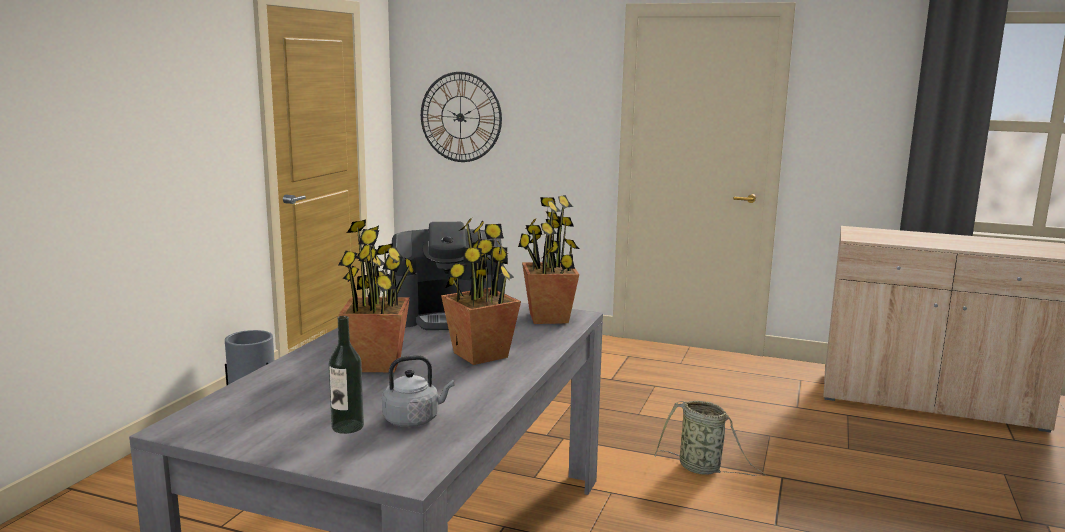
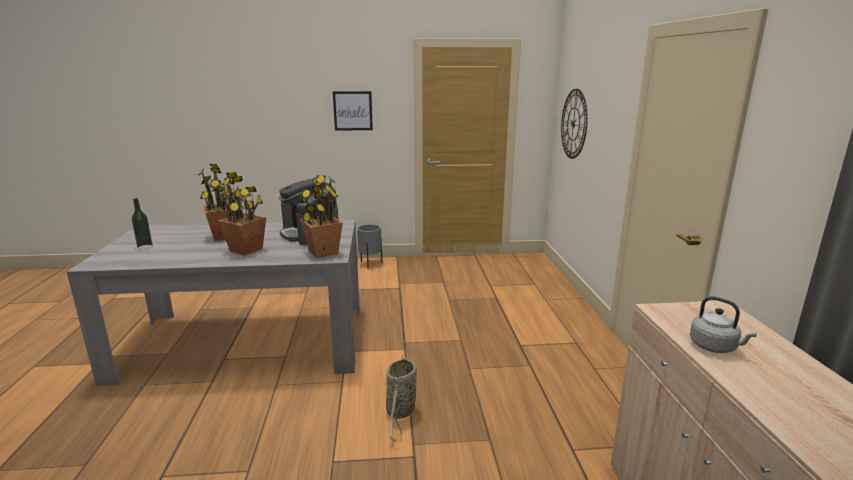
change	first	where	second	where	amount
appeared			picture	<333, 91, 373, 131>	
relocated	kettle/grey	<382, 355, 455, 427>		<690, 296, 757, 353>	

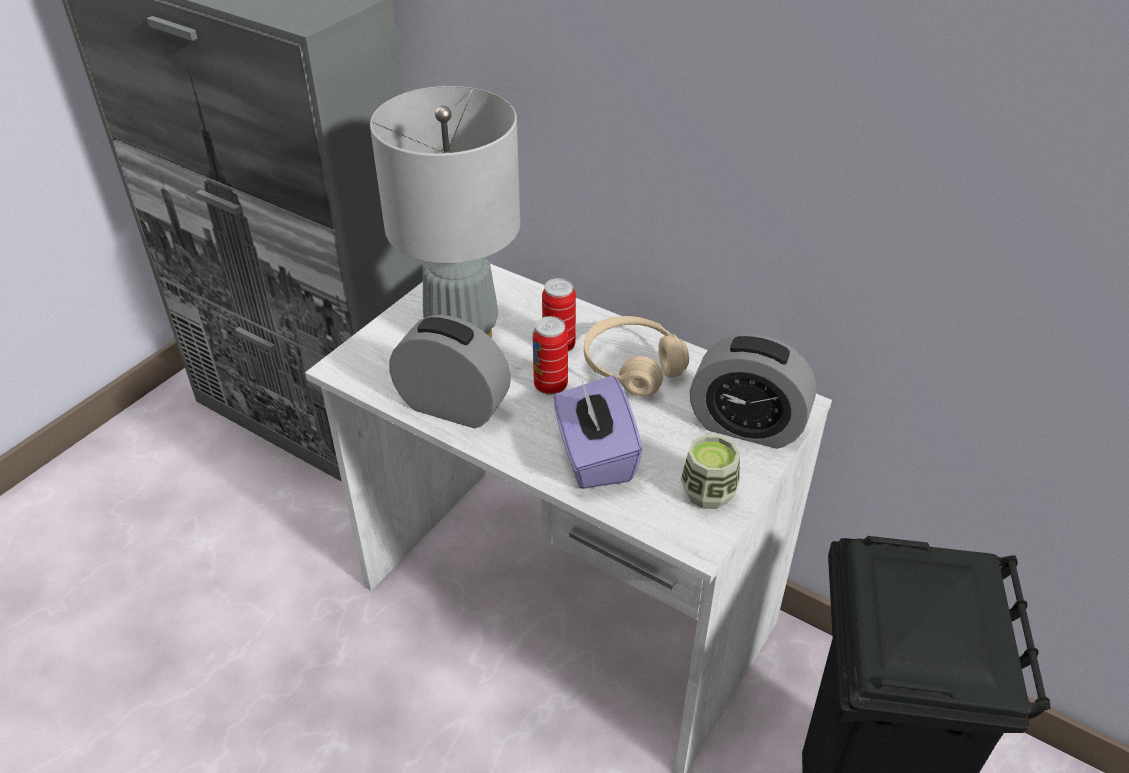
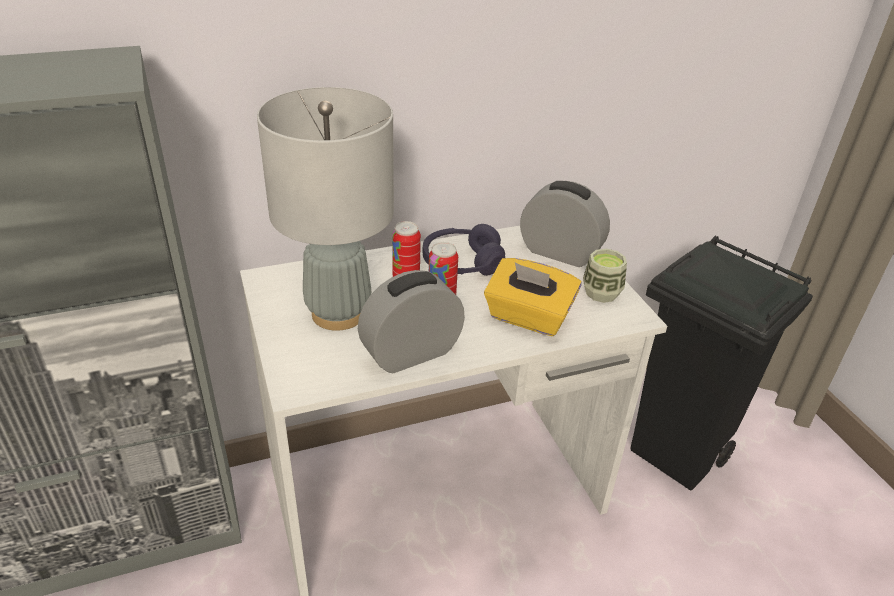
change	first	where	second	where	amount
colour	headphones/beige	<584, 316, 689, 396>	headphones/purple	<423, 224, 505, 276>	
colour	tissue box/purple	<553, 376, 643, 489>	tissue box/yellow	<484, 258, 582, 336>	
spun	alarm clock	<690, 333, 816, 449>		<520, 181, 610, 267>	120 degrees counterclockwise

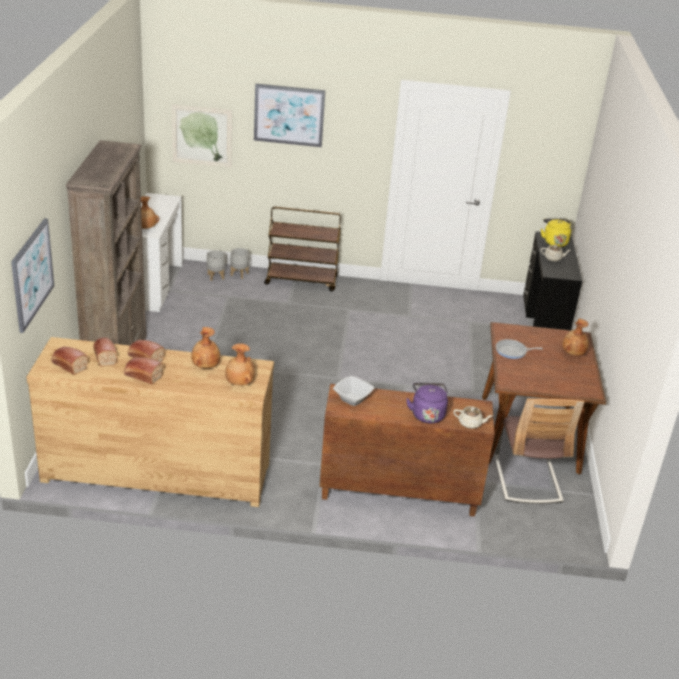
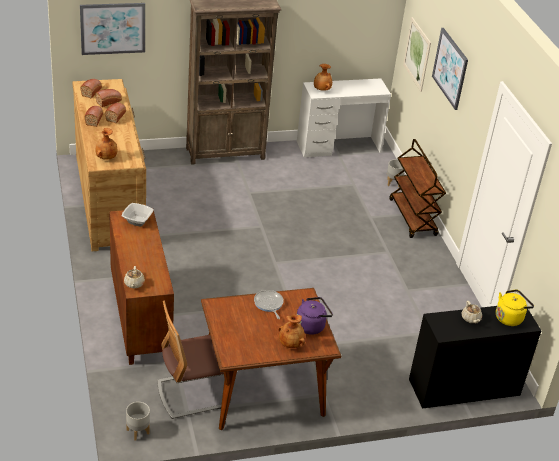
change	first	where	second	where	amount
relocated	planter/grey	<207, 250, 225, 281>		<126, 402, 150, 441>	
relocated	kettle/purple	<406, 383, 448, 424>		<297, 297, 333, 335>	
missing	vase/brown	<191, 327, 220, 368>			

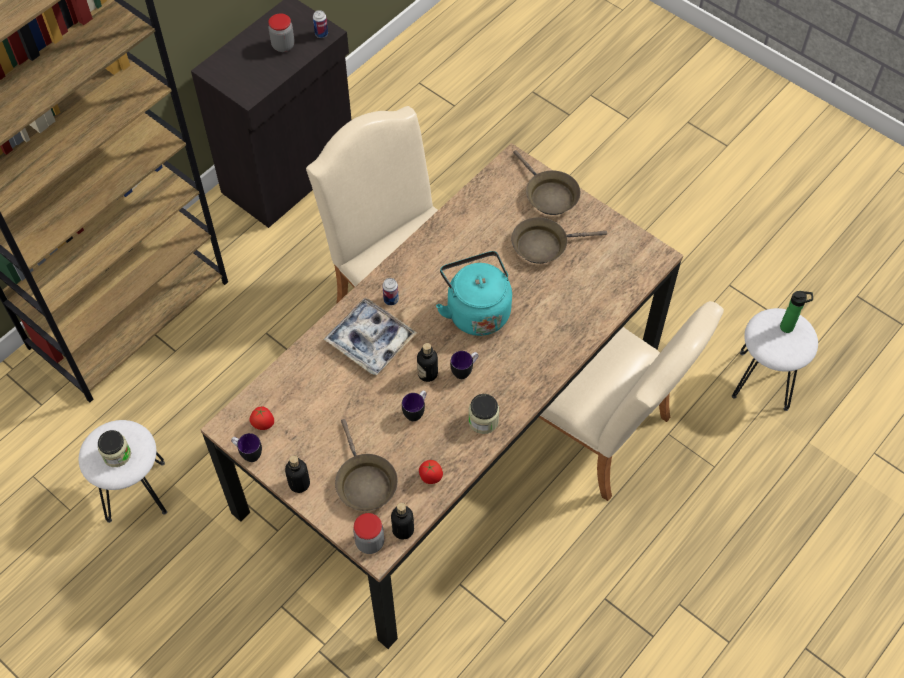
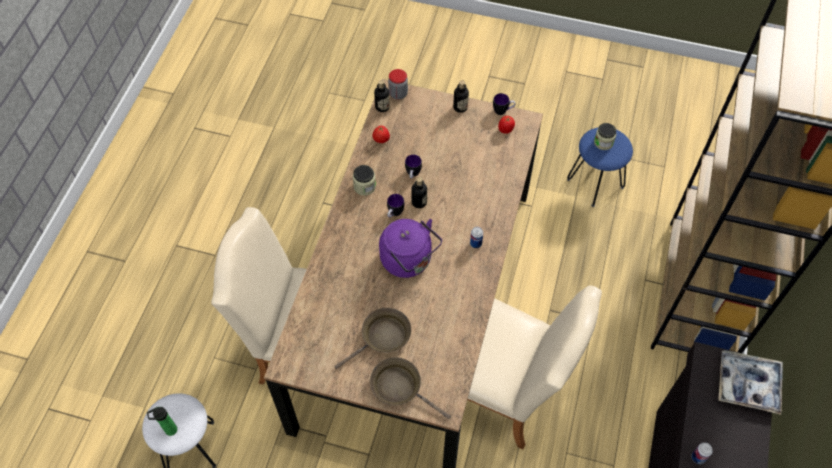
change	first	where	second	where	amount
colour	kettle/turquoise	<436, 251, 512, 336>	kettle/purple	<379, 219, 442, 278>	
colour	stool/white	<79, 420, 167, 523>	stool/blue	<567, 127, 633, 207>	
relocated	tray	<324, 297, 417, 375>		<718, 350, 783, 415>	
missing	jar	<268, 13, 294, 52>			
missing	frying pan/brown	<335, 419, 398, 511>			

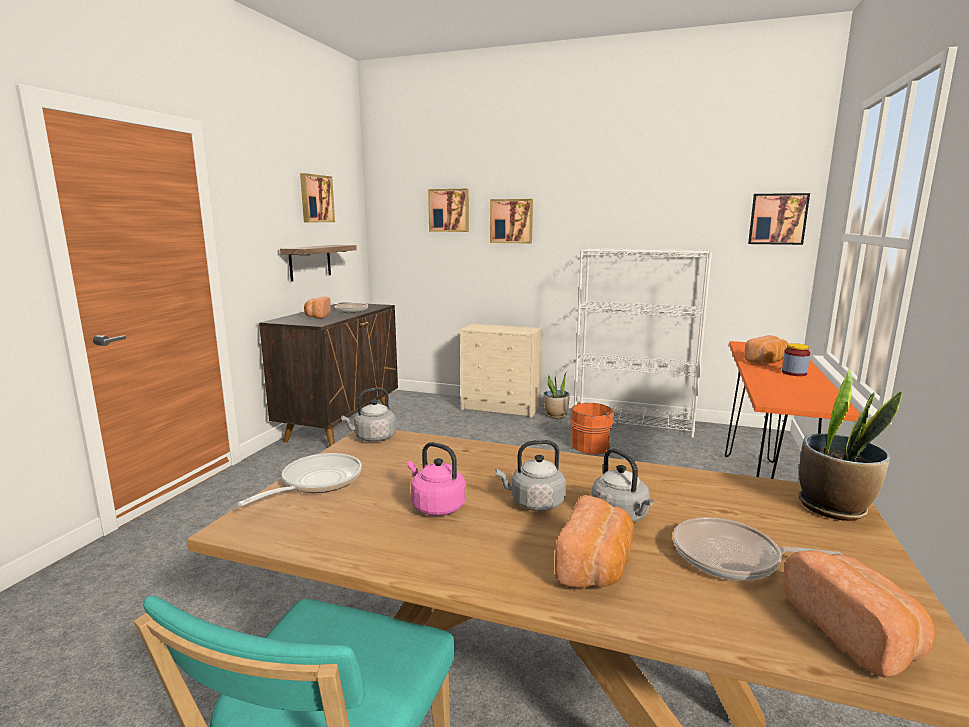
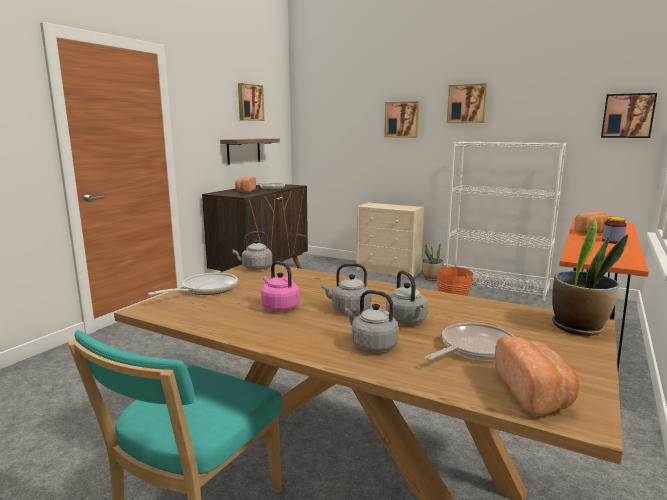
change	first	where	second	where	amount
exchanged	bread	<555, 495, 634, 588>	kettle/grey	<345, 290, 399, 352>	
spun	frying pan	<673, 517, 843, 581>		<425, 323, 515, 361>	120 degrees clockwise
relocated	picture	<428, 189, 469, 232>		<447, 83, 488, 123>	

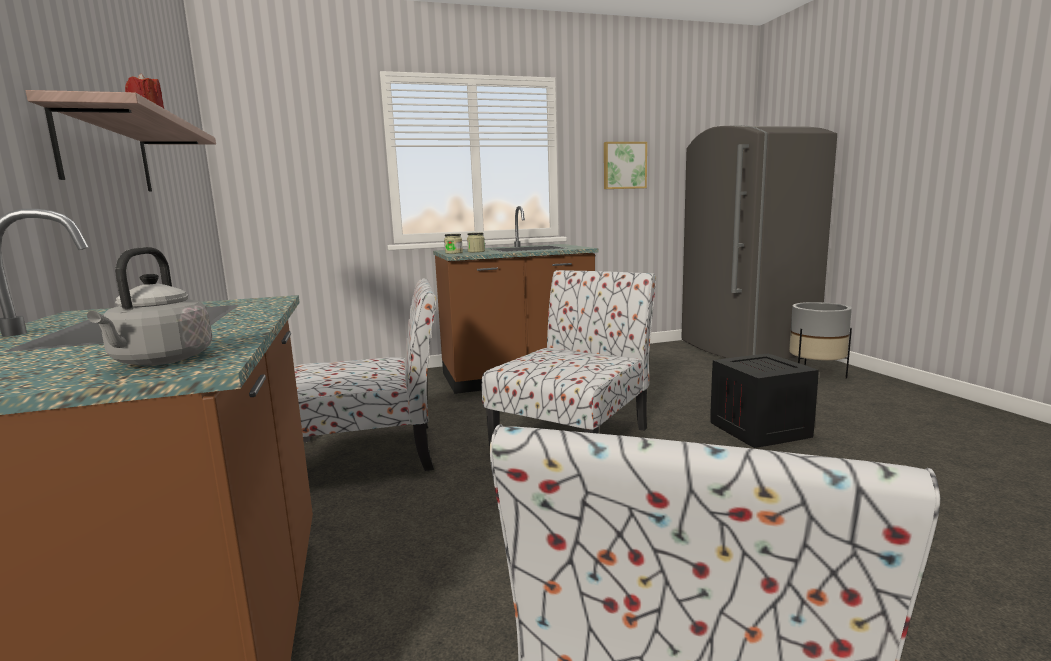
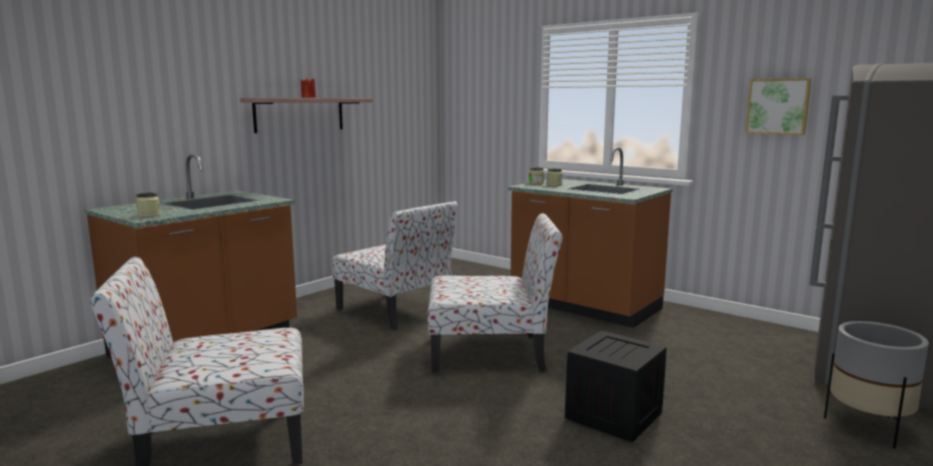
change	first	where	second	where	amount
exchanged	kettle/grey	<87, 247, 213, 365>	jar	<136, 192, 161, 217>	

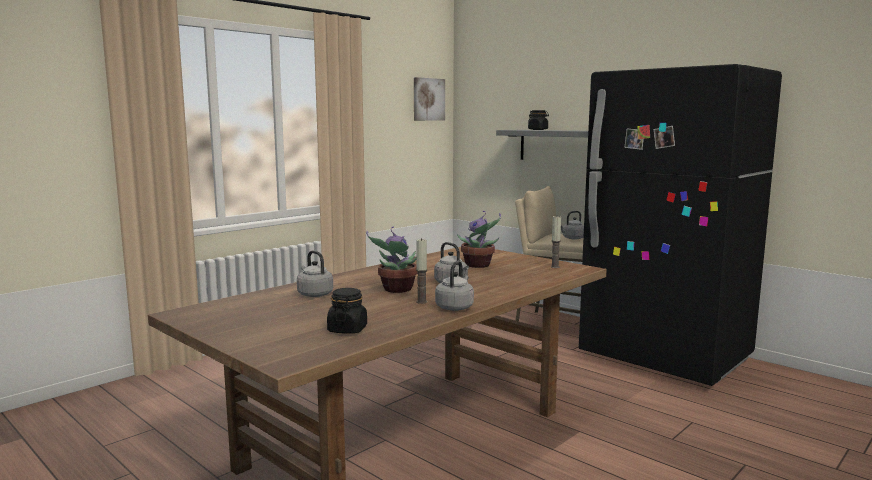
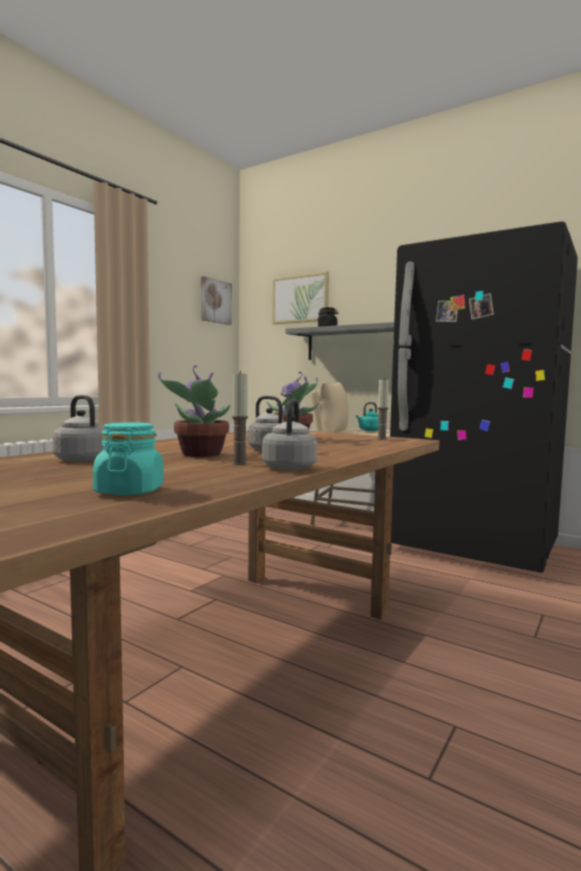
change	first	where	second	where	amount
colour	jar/black	<327, 288, 367, 334>	jar/turquoise	<93, 422, 164, 496>	
appeared			picture	<272, 272, 329, 324>	
colour	kettle/grey	<561, 211, 584, 240>	kettle/turquoise	<356, 402, 379, 431>	

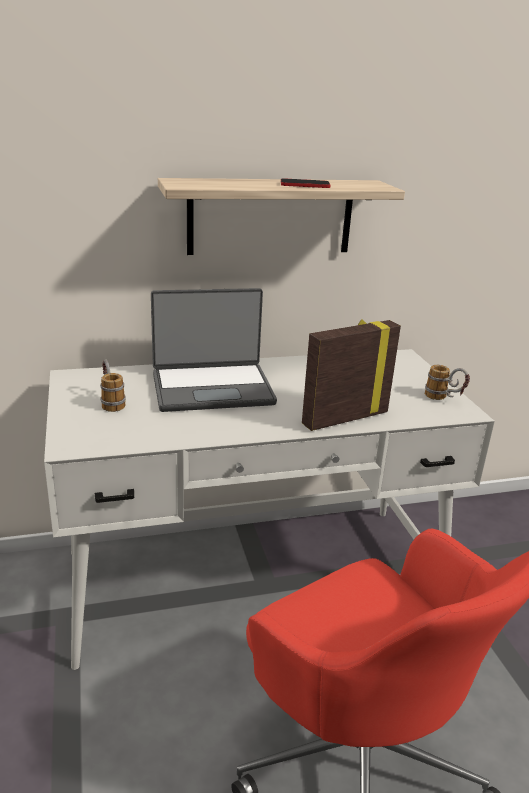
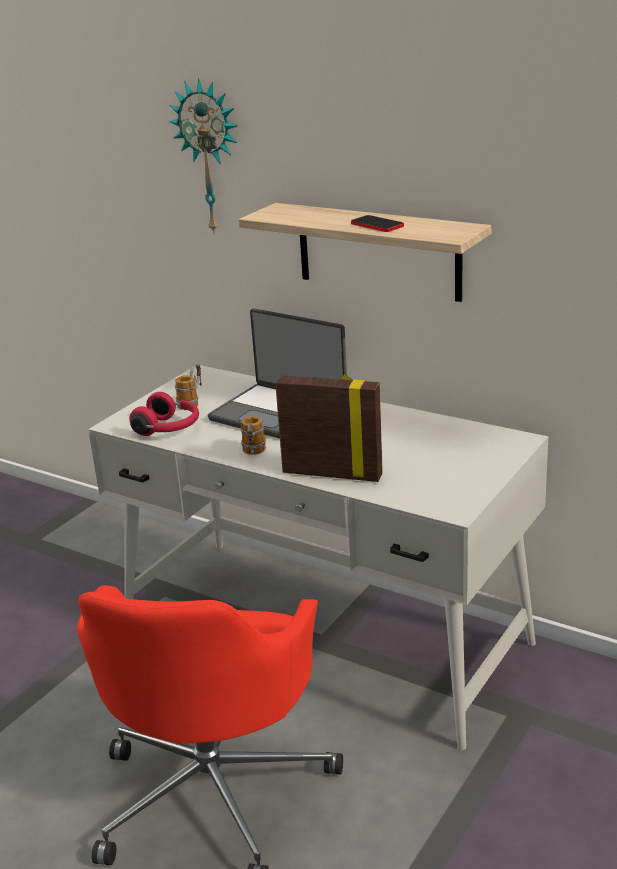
change	first	where	second	where	amount
appeared			headphones/red	<129, 392, 199, 436>	
appeared			wall clock	<169, 78, 238, 235>	
relocated	mug	<425, 365, 470, 400>		<241, 416, 266, 455>	

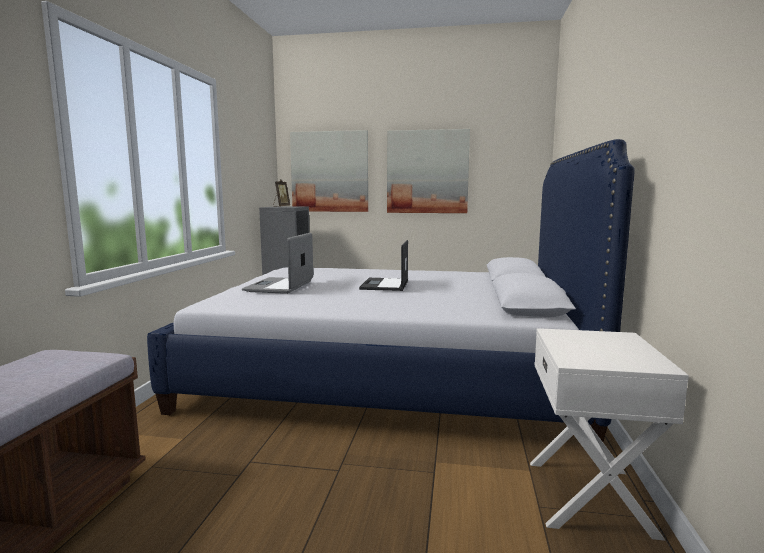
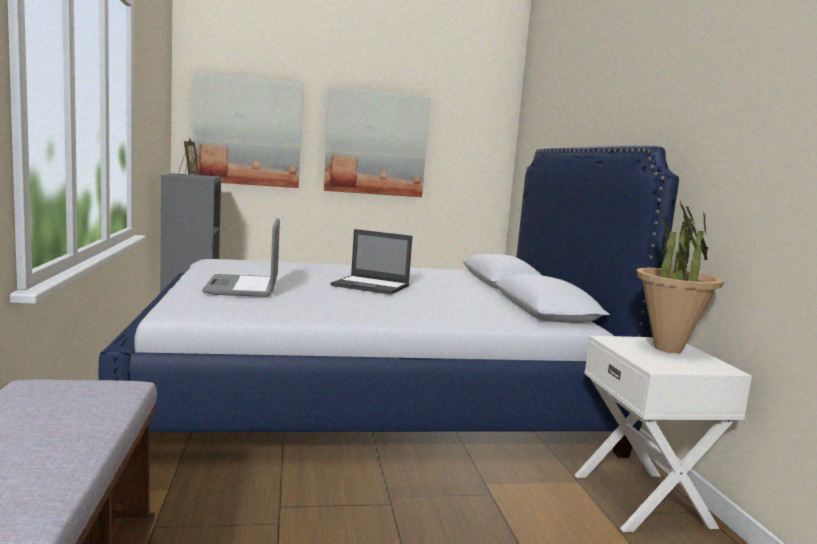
change	first	where	second	where	amount
spun	laptop	<359, 240, 408, 291>		<331, 229, 412, 295>	60 degrees counterclockwise
appeared			potted plant	<637, 201, 725, 353>	

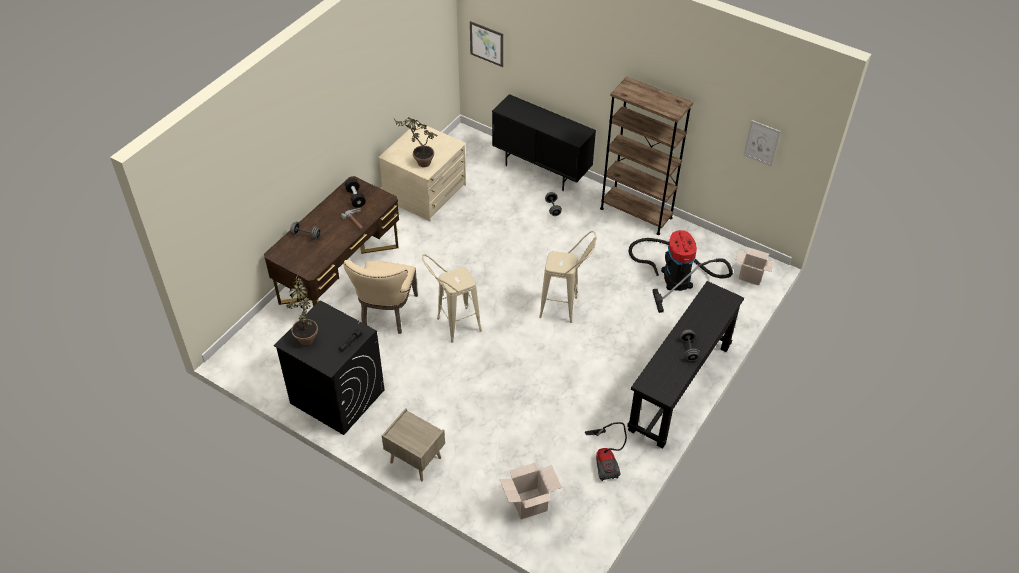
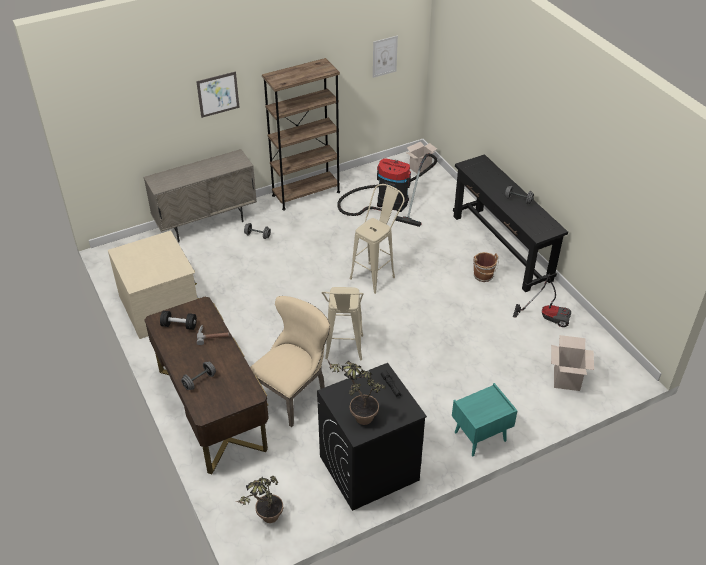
change	first	where	second	where	amount
colour	cabinet/black	<492, 94, 596, 191>	cabinet/beige	<144, 149, 257, 242>	
relocated	picture	<470, 21, 503, 67>		<196, 71, 240, 118>	
relocated	potted plant	<394, 117, 437, 167>		<236, 476, 283, 523>	
spun	chair/beige	<343, 260, 418, 334>		<250, 296, 331, 427>	90 degrees counterclockwise
colour	nightstand/beige	<382, 408, 445, 481>	nightstand/turquoise	<452, 383, 517, 456>	
appeared			bucket/brown	<473, 252, 499, 282>	

